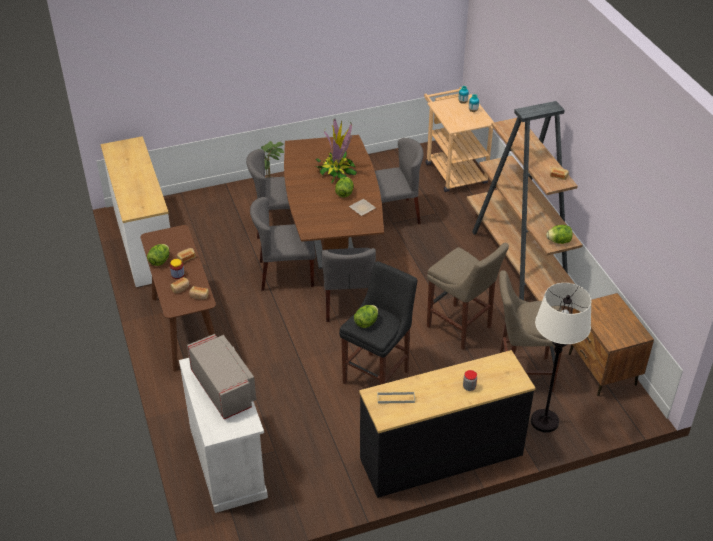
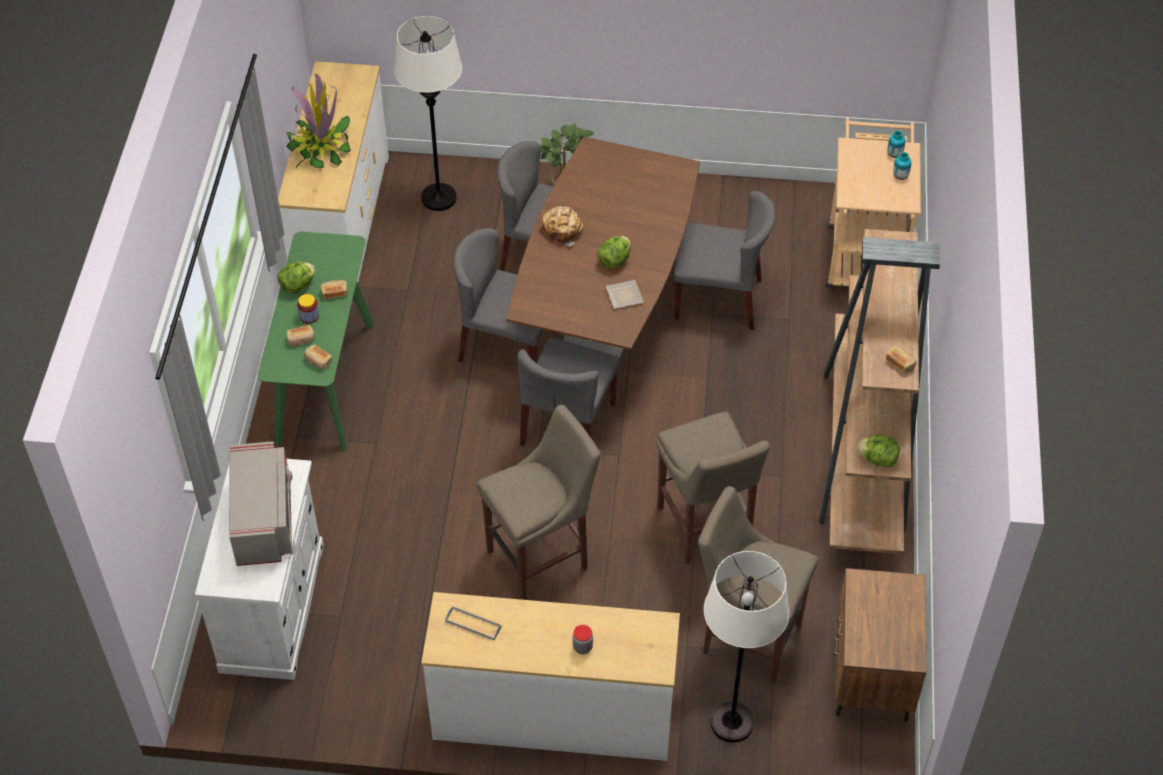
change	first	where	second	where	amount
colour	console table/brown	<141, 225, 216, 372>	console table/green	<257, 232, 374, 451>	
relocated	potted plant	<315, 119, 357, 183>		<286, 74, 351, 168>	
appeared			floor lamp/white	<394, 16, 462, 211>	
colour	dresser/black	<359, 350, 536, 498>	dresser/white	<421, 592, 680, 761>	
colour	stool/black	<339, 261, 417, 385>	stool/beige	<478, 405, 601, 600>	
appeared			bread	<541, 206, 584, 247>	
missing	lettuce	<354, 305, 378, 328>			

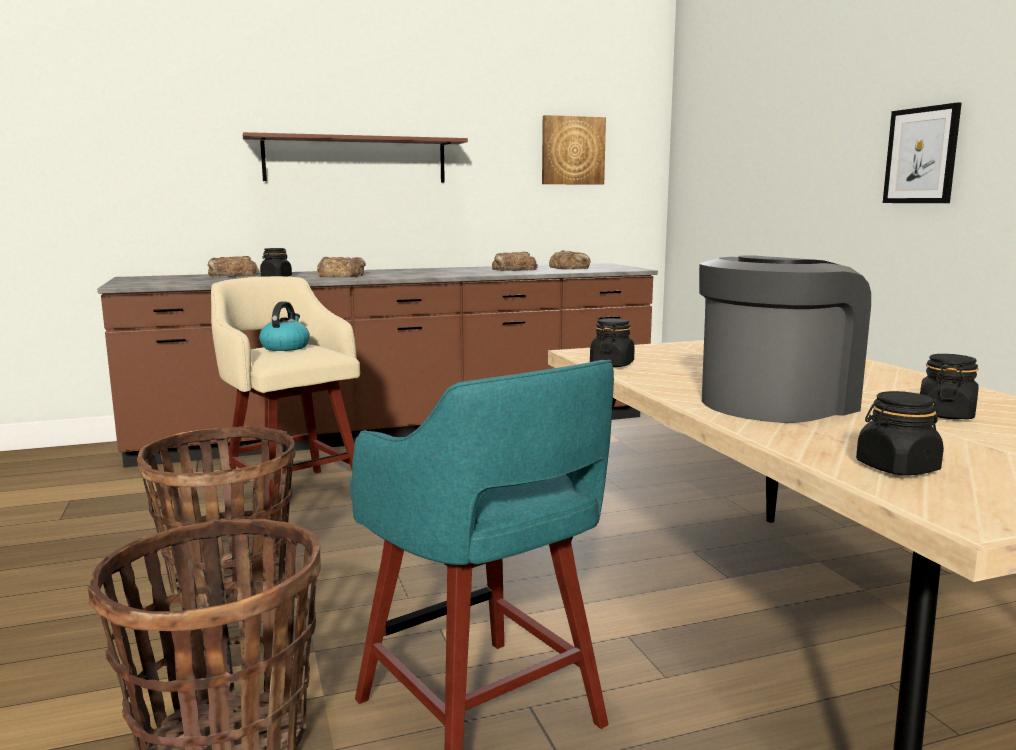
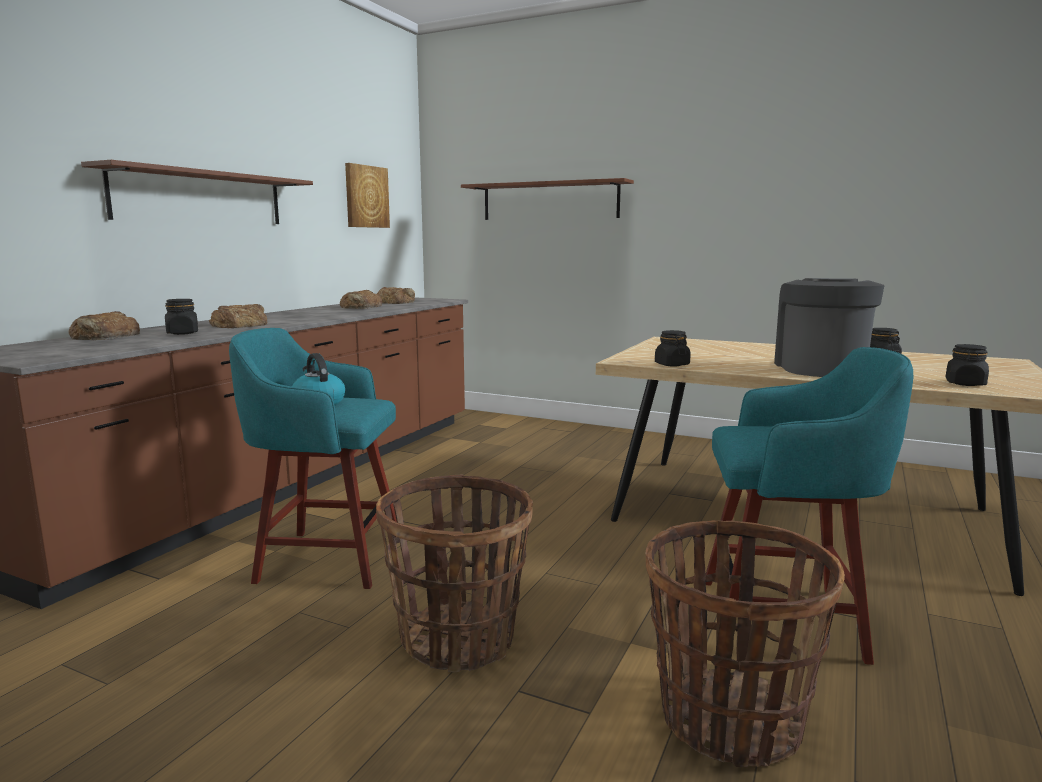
change	first	where	second	where	amount
colour	stool/beige	<211, 276, 360, 508>	stool/turquoise	<229, 328, 397, 589>	
appeared			shelf/brown	<461, 178, 634, 220>	
missing	picture	<883, 102, 962, 203>			

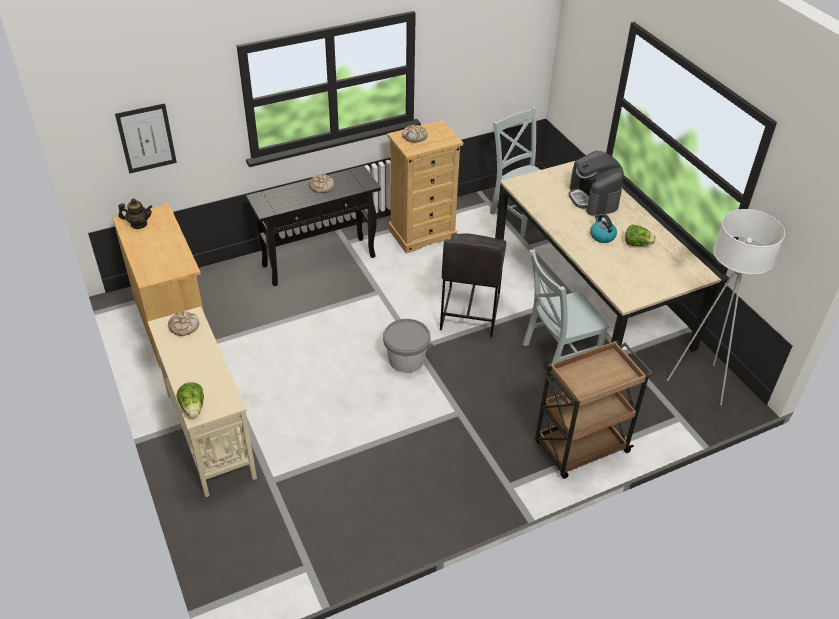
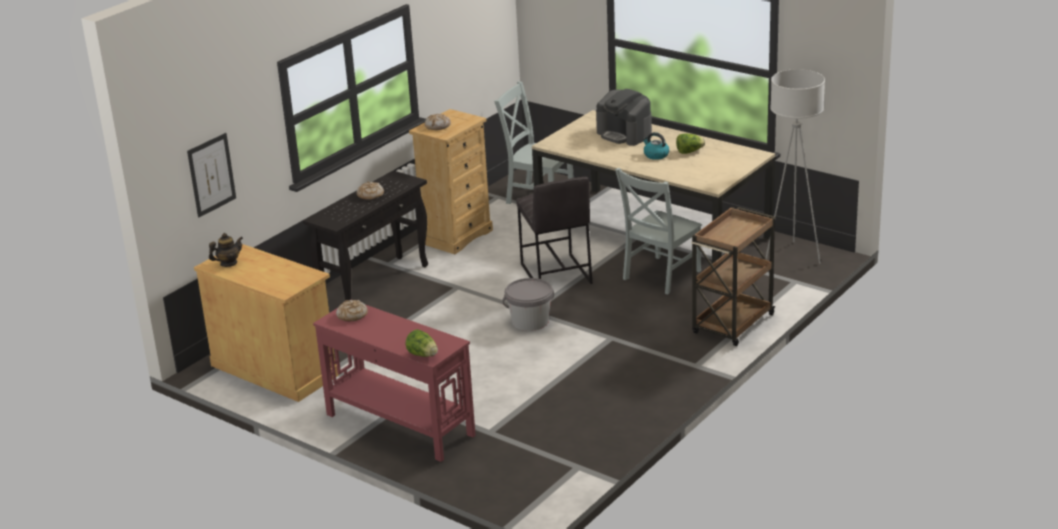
change	first	where	second	where	amount
colour	console table/beige	<148, 306, 257, 497>	console table/red	<313, 305, 476, 462>	

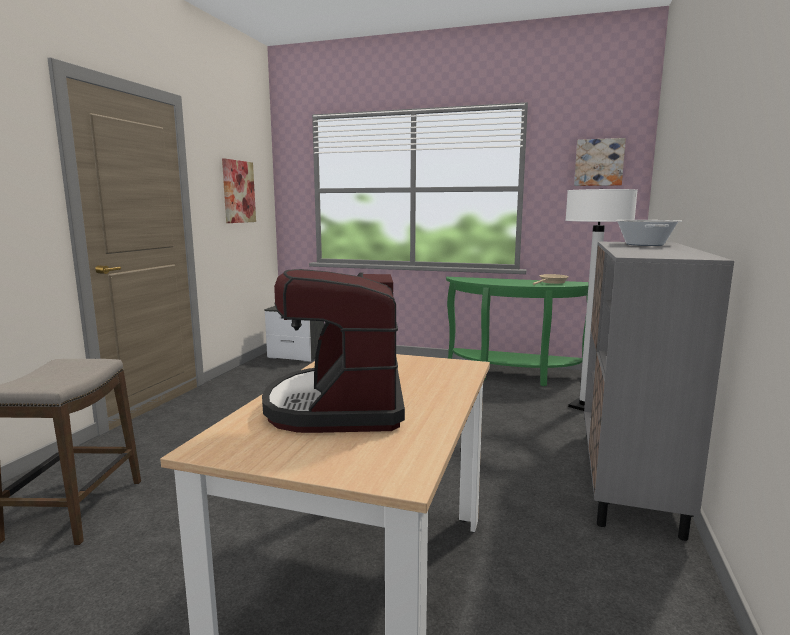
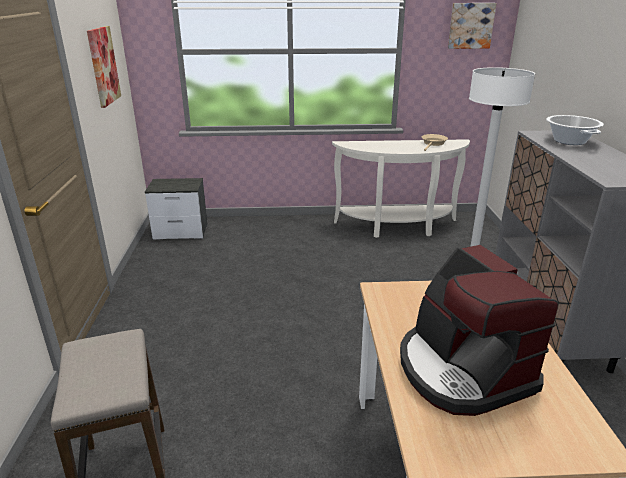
change	first	where	second	where	amount
colour	console table/green	<446, 277, 589, 386>	console table/white	<332, 139, 470, 238>	

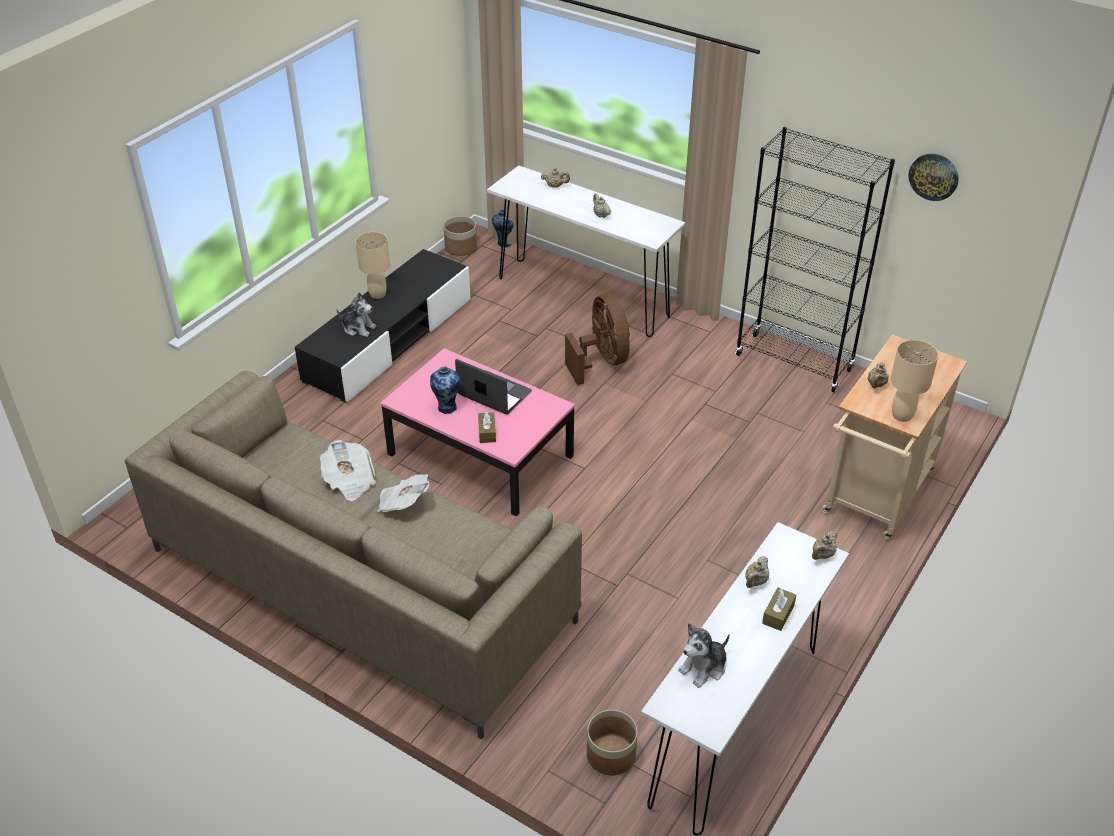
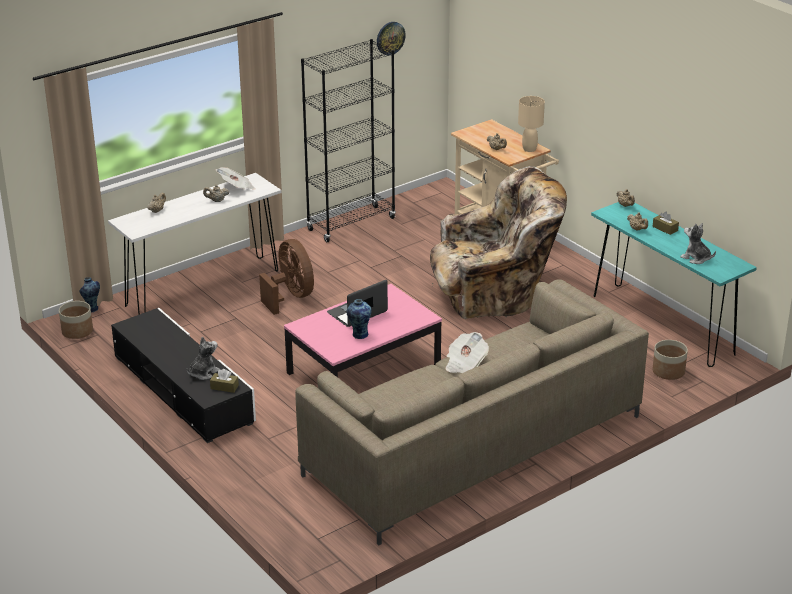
change	first	where	second	where	amount
relocated	tissue box/brown	<478, 411, 496, 443>		<210, 369, 239, 393>	
relocated	newspaper	<320, 440, 376, 501>		<215, 167, 256, 190>	
spun	fan/brown	<565, 294, 630, 385>		<259, 239, 314, 315>	60 degrees clockwise
appeared			armchair/beige	<430, 166, 567, 319>	
colour	console table/white	<641, 522, 849, 836>	console table/turquoise	<591, 202, 757, 367>	
spun	plush toy	<678, 623, 730, 688>		<680, 223, 716, 264>	150 degrees clockwise
missing	table lamp/beige	<356, 232, 390, 299>			

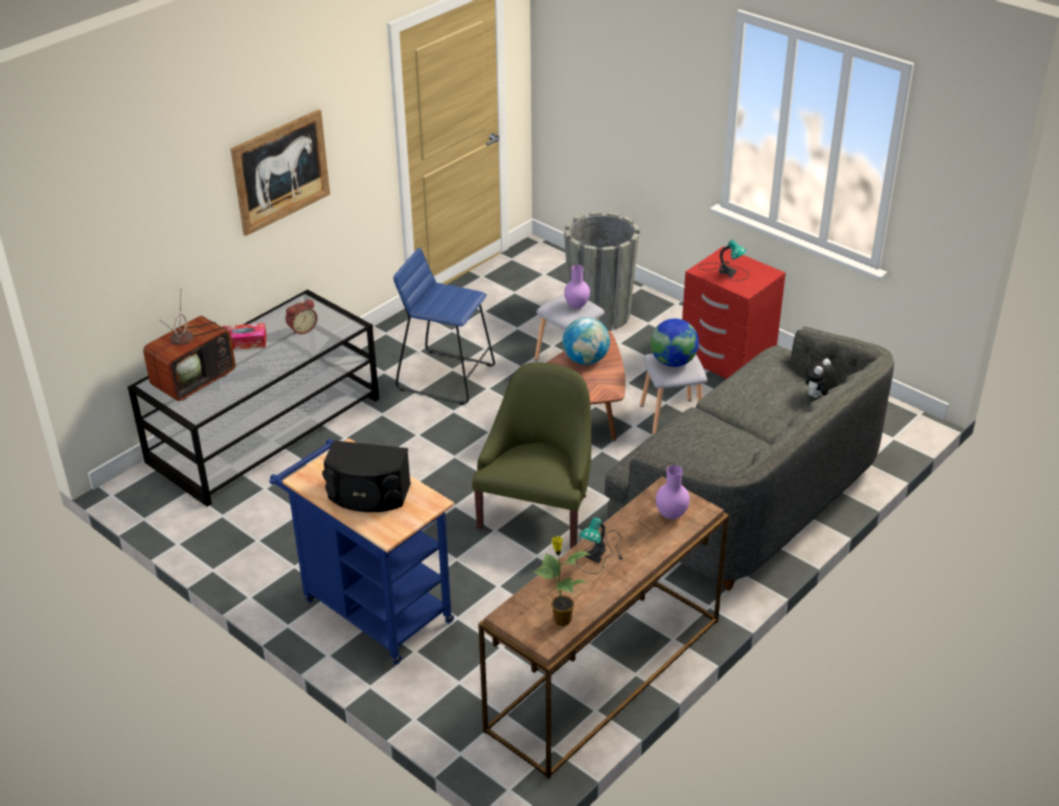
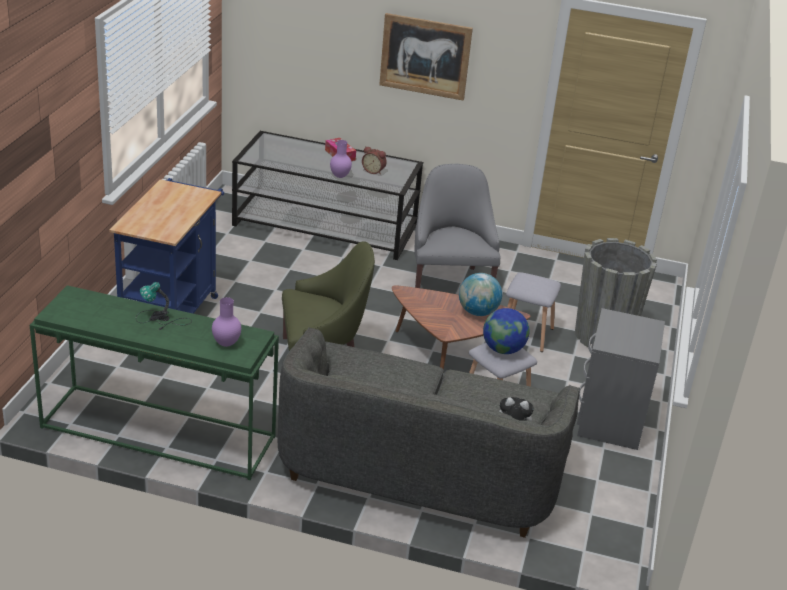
change	first	where	second	where	amount
colour	console table/brown	<478, 477, 729, 779>	console table/green	<30, 285, 279, 480>	
relocated	vase/purple	<564, 265, 590, 308>		<330, 140, 352, 178>	
exchanged	stool/blue	<393, 247, 495, 405>	armchair/grey	<414, 164, 501, 288>	
colour	nightstand/red	<682, 247, 786, 379>	nightstand/grey	<577, 308, 665, 450>	
missing	television	<143, 288, 236, 401>			
missing	speaker/black	<322, 440, 411, 512>			
missing	potted plant	<533, 536, 592, 626>			
missing	table lamp	<699, 240, 749, 281>			

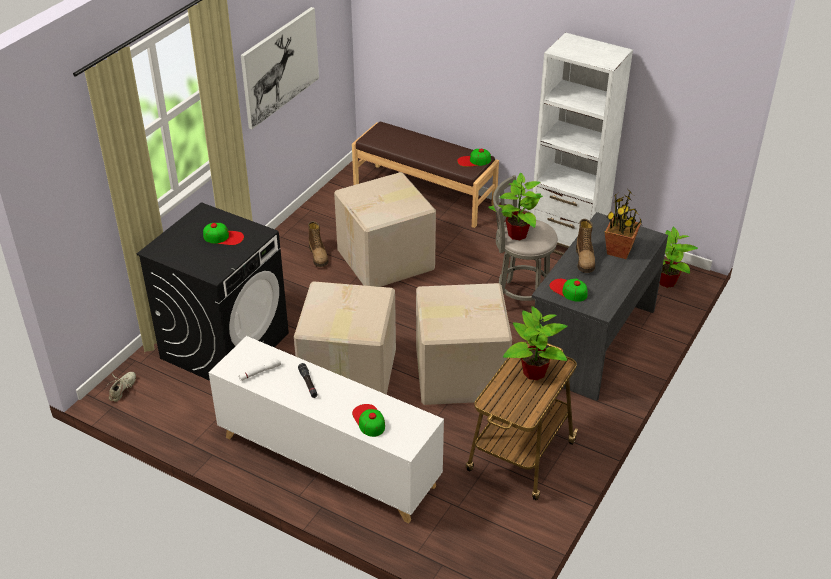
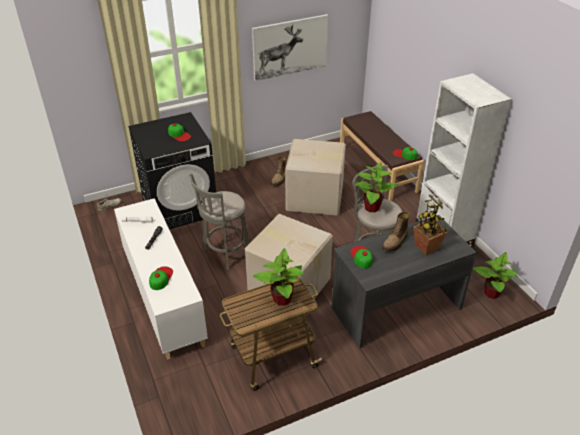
change	first	where	second	where	amount
exchanged	cardboard box	<294, 281, 396, 395>	stool/grey	<189, 174, 250, 271>	

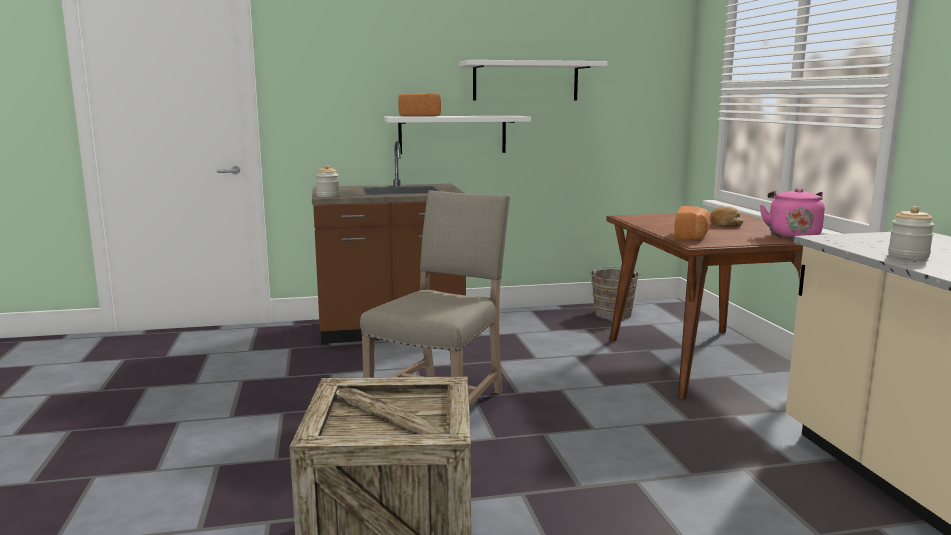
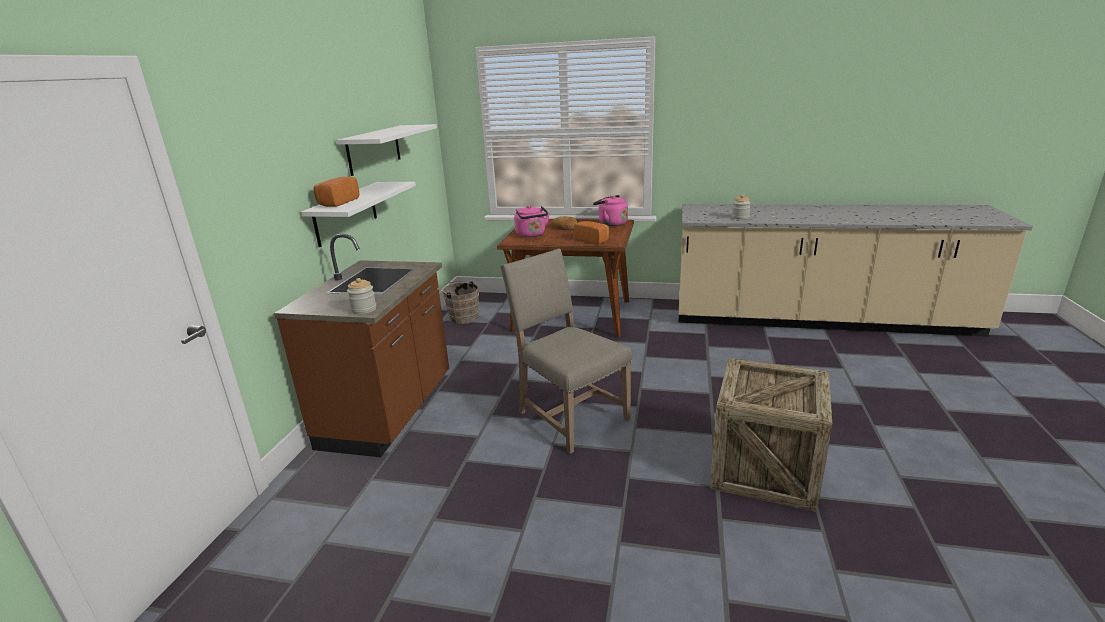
change	first	where	second	where	amount
appeared			kettle/pink	<514, 206, 550, 237>	

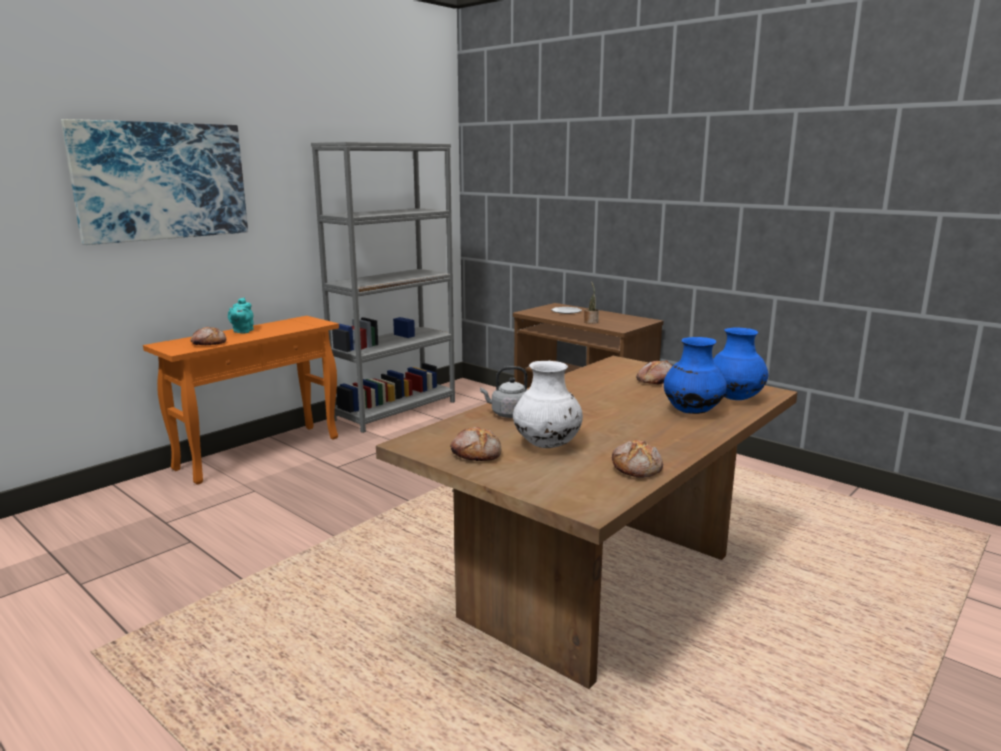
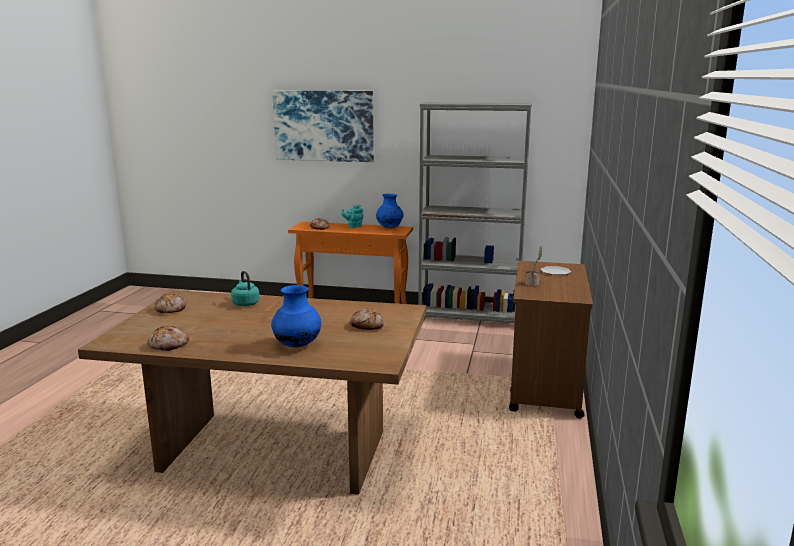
change	first	where	second	where	amount
colour	kettle/grey	<480, 366, 527, 418>	kettle/turquoise	<231, 271, 260, 306>	
relocated	vase/blue	<713, 327, 768, 400>		<376, 194, 404, 228>	
missing	vase/white	<513, 361, 583, 448>			

